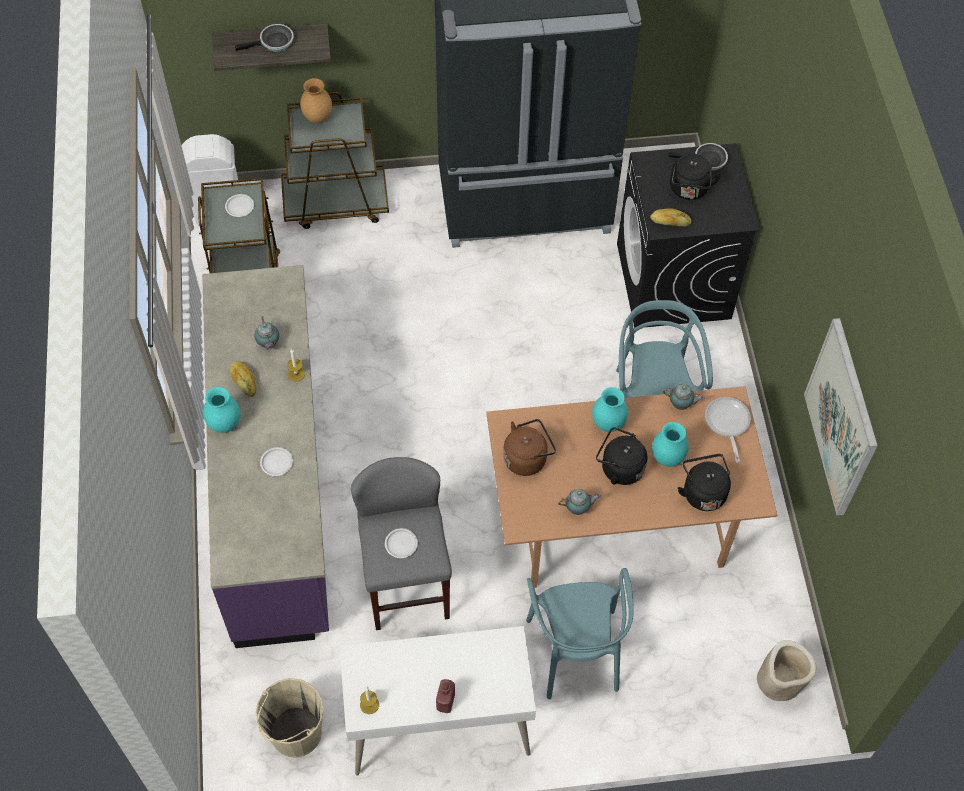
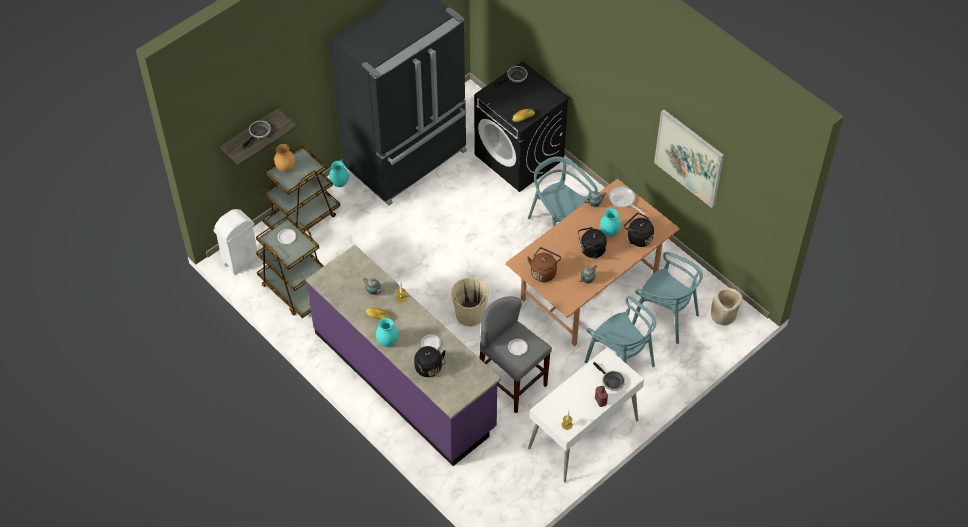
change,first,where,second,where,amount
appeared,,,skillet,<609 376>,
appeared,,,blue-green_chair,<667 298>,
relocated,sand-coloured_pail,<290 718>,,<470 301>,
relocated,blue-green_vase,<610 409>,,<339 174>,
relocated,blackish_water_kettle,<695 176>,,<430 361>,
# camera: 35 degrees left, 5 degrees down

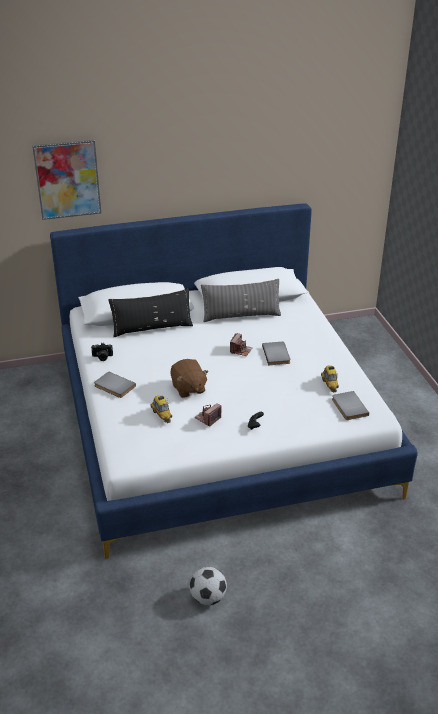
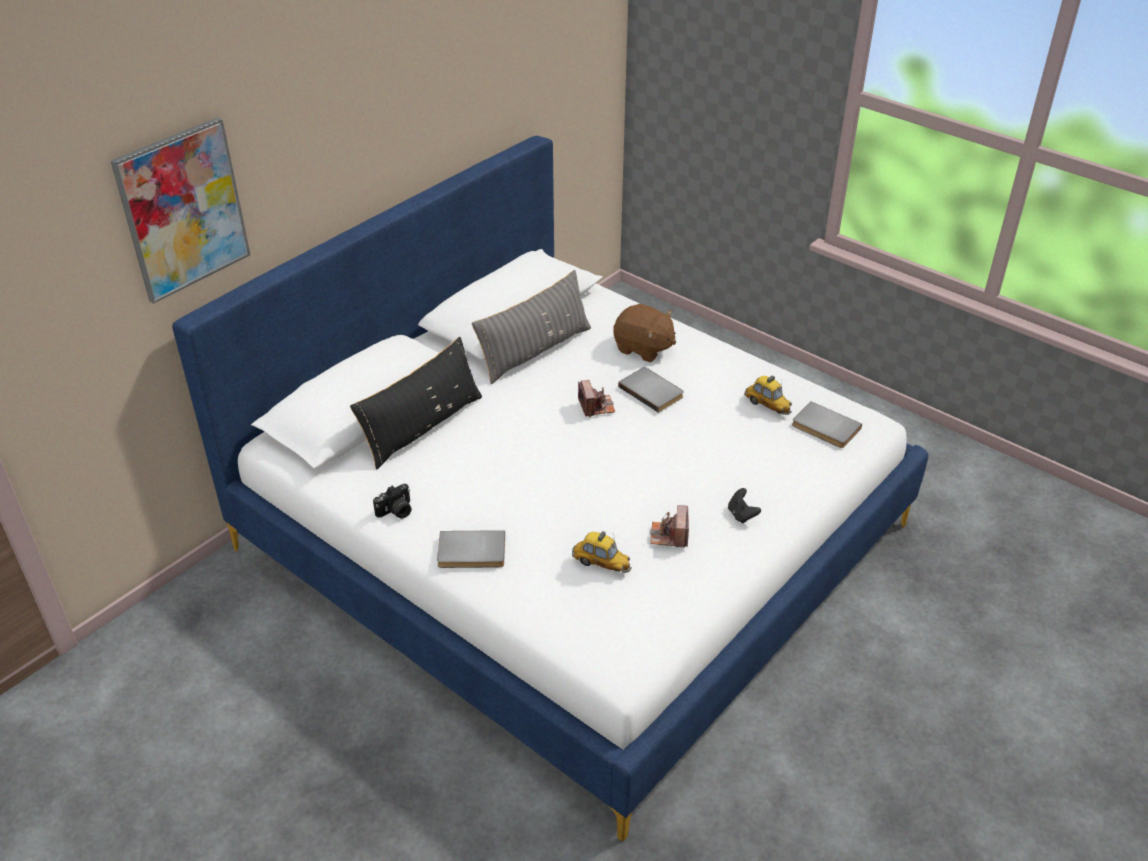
change,first,where,second,where,amount
missing,ball_for_football,<208 586>,,,
relocated,brown_cuddly_toy,<189 378>,,<644 333>,
# camera: 35 degrees left, 5 degrees up

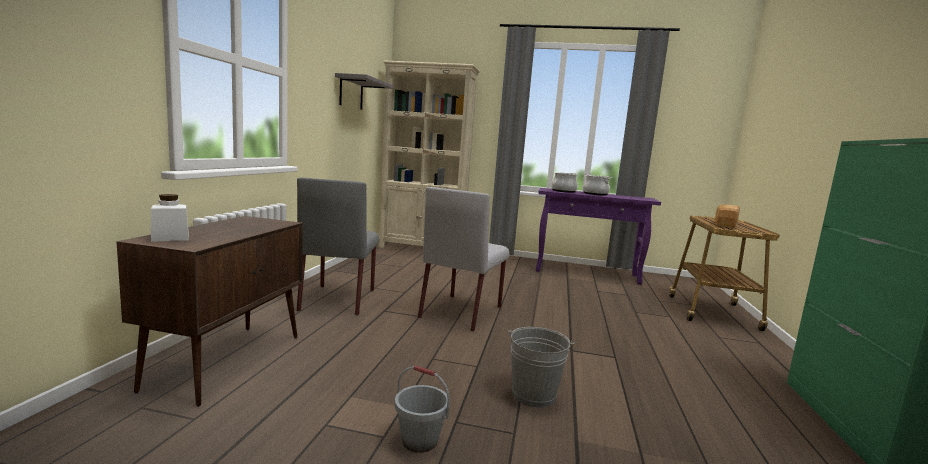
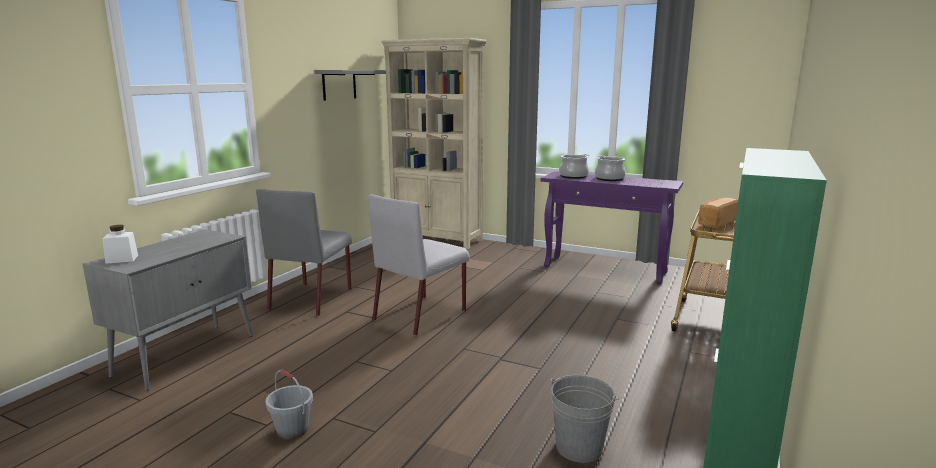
change,first,where,second,where,amount
relocated,gray_pail,<541 367>,,<585 419>,
colour,brown_cupboard,<210 311>,gray_cupboard,<167 310>,
# camera: 15 degrees right, 5 degrees up

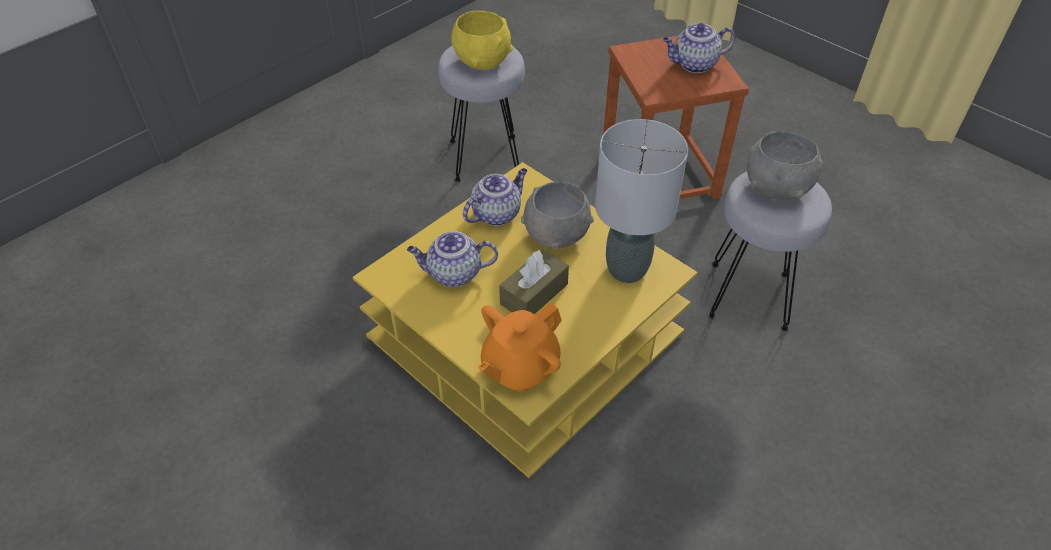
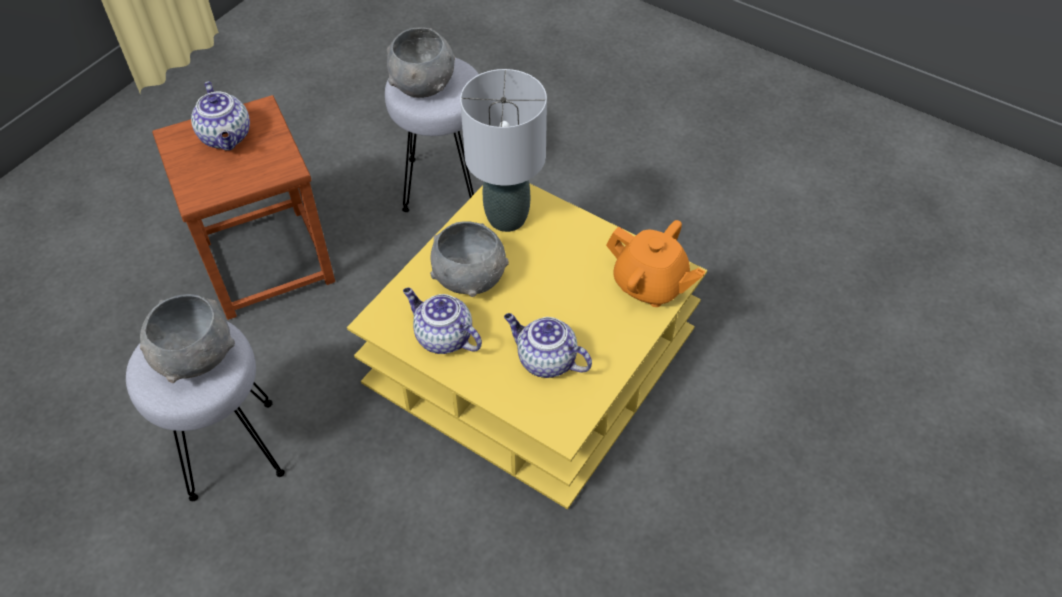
change,first,where,second,where,amount
missing,brown_box_of_tissues,<534 281>,,,
colour,yellowish_bowl,<482 40>,gray_bowl,<187 338>,
spun,pot_for_tea,<452 259>,,<548 345>,135 degrees clockwise
# camera: 100 degrees left, 5 degrees up

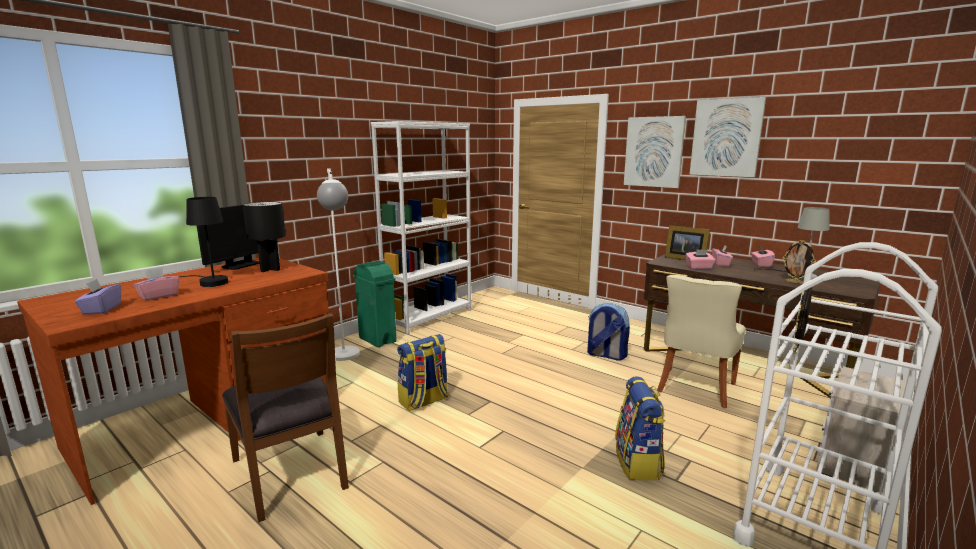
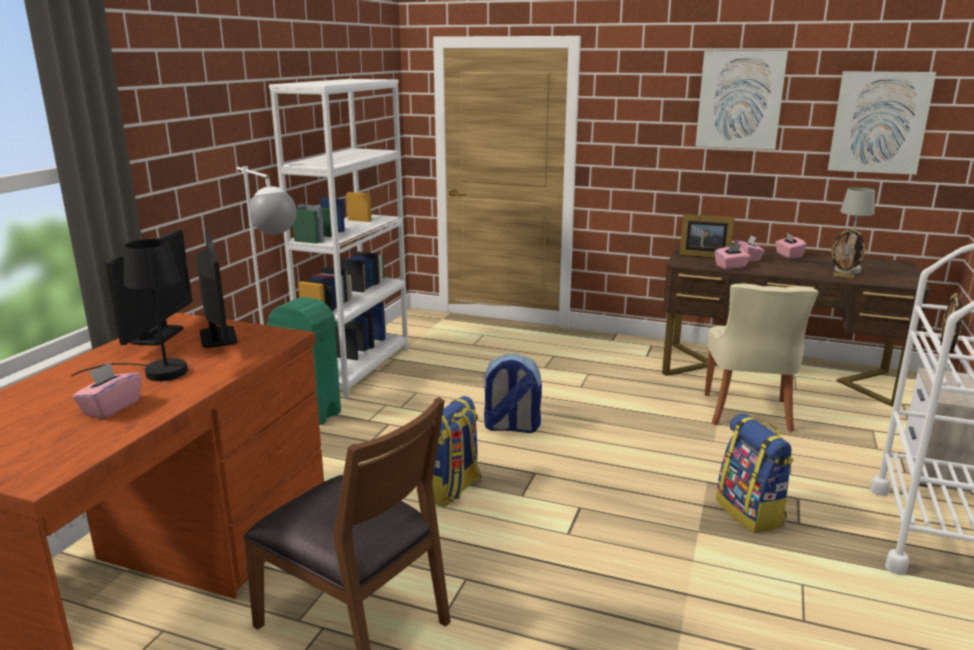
change,first,where,second,where,amount
missing,purple_box_of_tissues,<98 297>,,,
relocated,knapsack,<608 332>,,<512 393>,
relocated,wall_art,<655 152>,,<882 123>,
exchanged,blackish_lamp_for_a_table,<264 237>,computer_display,<217 289>,
# camera: 20 degrees left, 5 degrees up

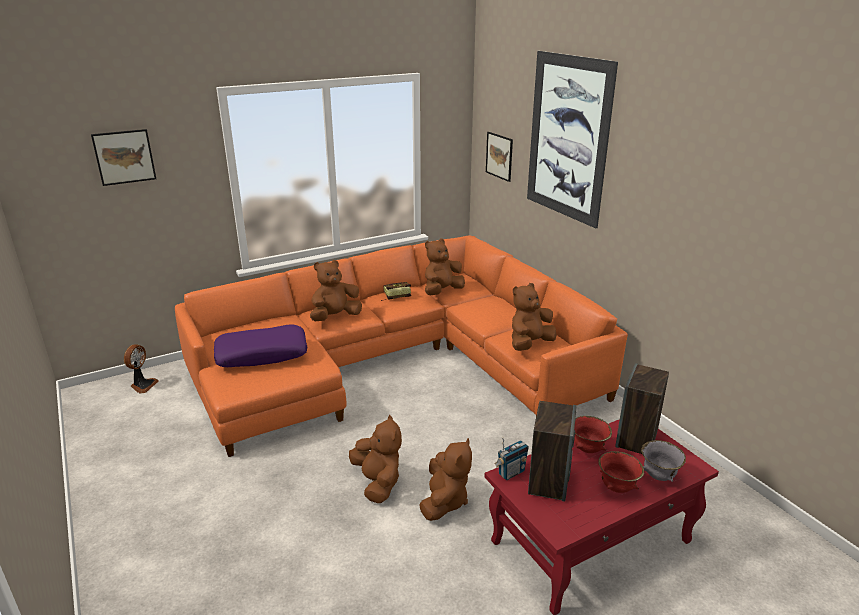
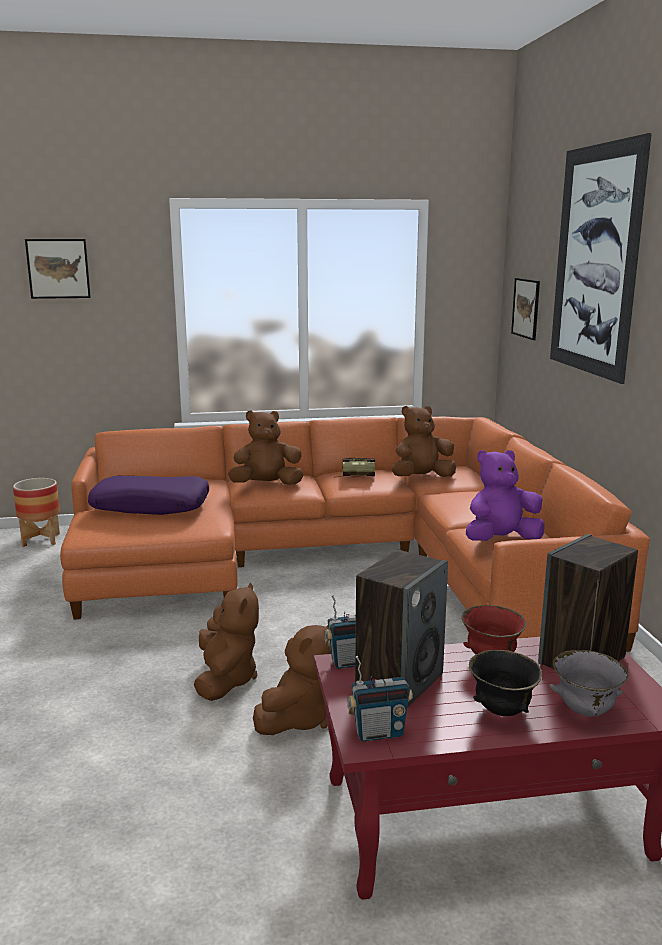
change,first,where,second,where,amount
appeared,,,radio_set,<380 699>,
exchanged,electric_fan,<141 369>,planter,<36 512>,
colour,brown_cuddly_toy,<534 317>,purple_cuddly_toy,<505 495>,
colour,red-coloured_bowl,<621 472>,blackish_bowl,<505 683>,
# camera: 20 degrees right, 10 degrees down

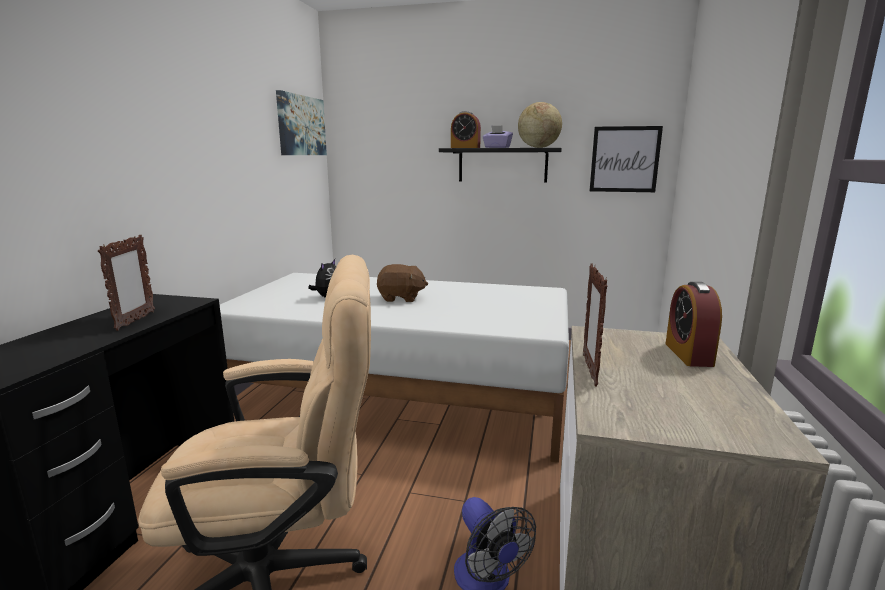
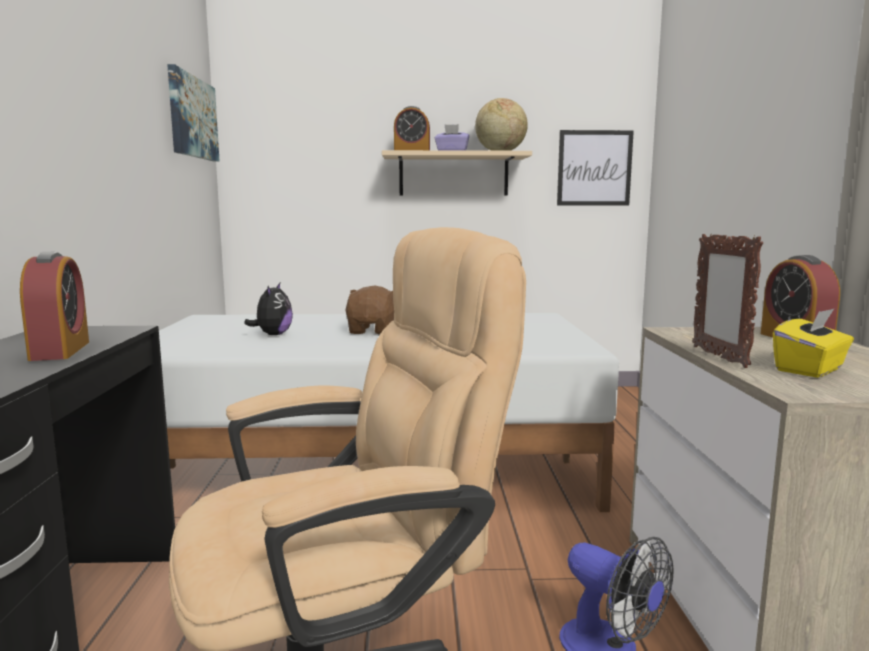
change,first,where,second,where,amount
appeared,,,yellowish_box_of_tissues,<813 343>,
exchanged,picture_frame,<126 283>,alarm_clock,<54 306>,
colour,blackish_shelf,<500 165>,sand-coloured_shelf,<457 173>,
spun,brown_cuddly_toy,<402 283>,,<369 310>,75 degrees counterclockwise
# camera: 15 degrees left, 5 degrees down

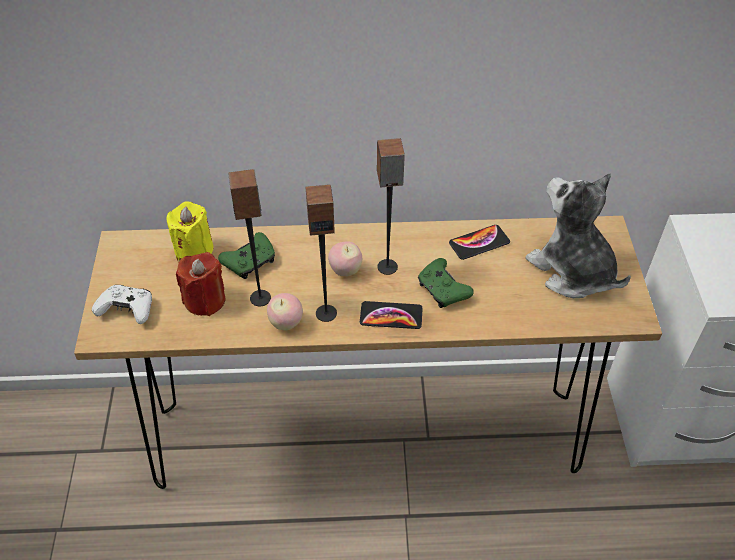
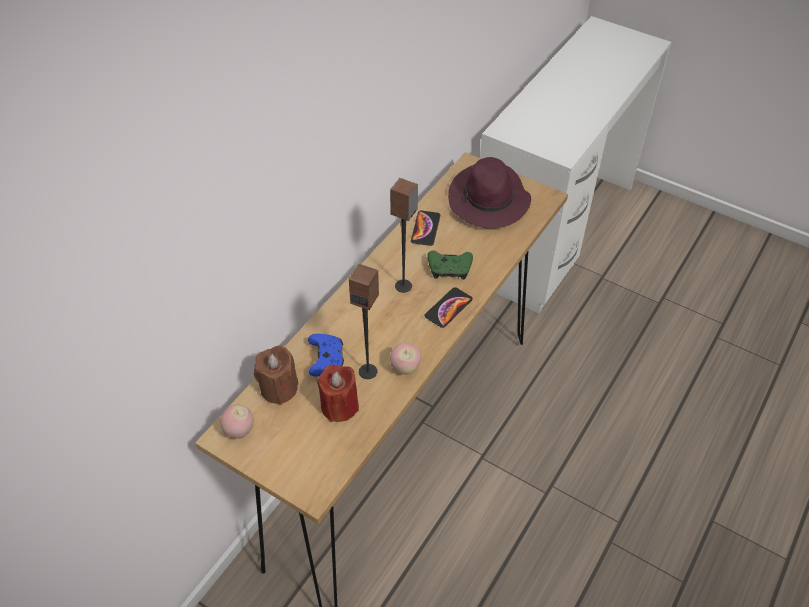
change,first,where,second,where,amount
missing,white_joypad,<122 304>,,,
missing,speaker,<321 253>,,,
relocated,whole_apple,<345 258>,,<237 421>,
exchanged,cuddly_toy,<578 235>,purple_hat,<489 192>,
colour,yellowish_wax_light,<190 230>,brown_wax_light,<276 375>,
colour,green_joypad,<246 255>,bluish_joypad,<326 355>,
# camera: 55 degrees left, 0 degrees up

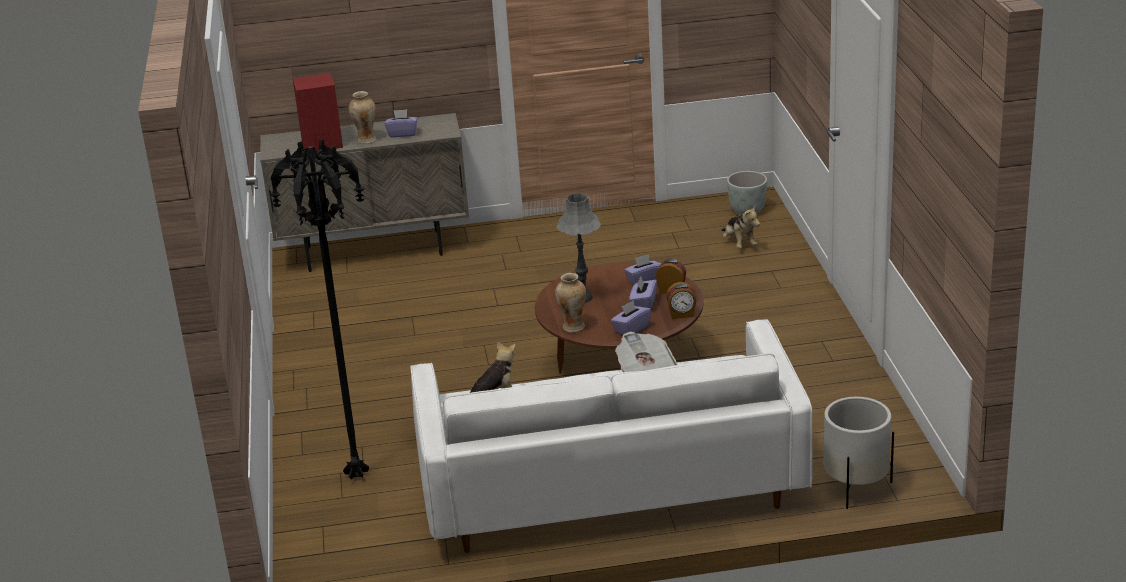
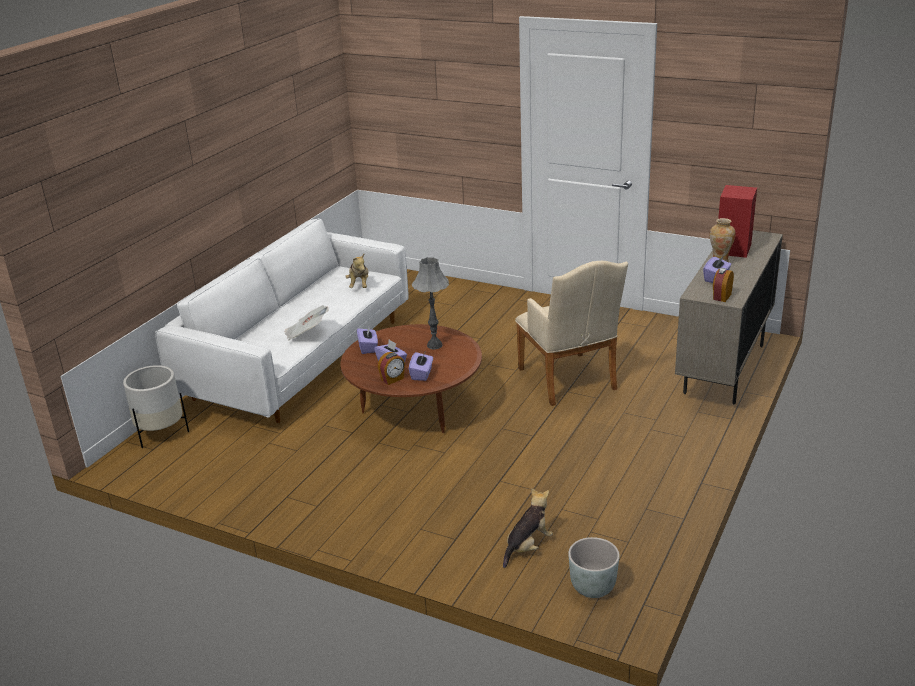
change,first,where,second,where,amount
missing,blackish_standing_lamp,<319 309>,,,
missing,vase,<570 303>,,,
appeared,,,sand-coloured_lounge_chair,<571 333>,
relocated,alarm_clock,<681 300>,,<723 285>,
spun,cuddly_toy,<741 226>,,<528 528>,120 degrees clockwise
# camera: 125 degrees right, 0 degrees up

